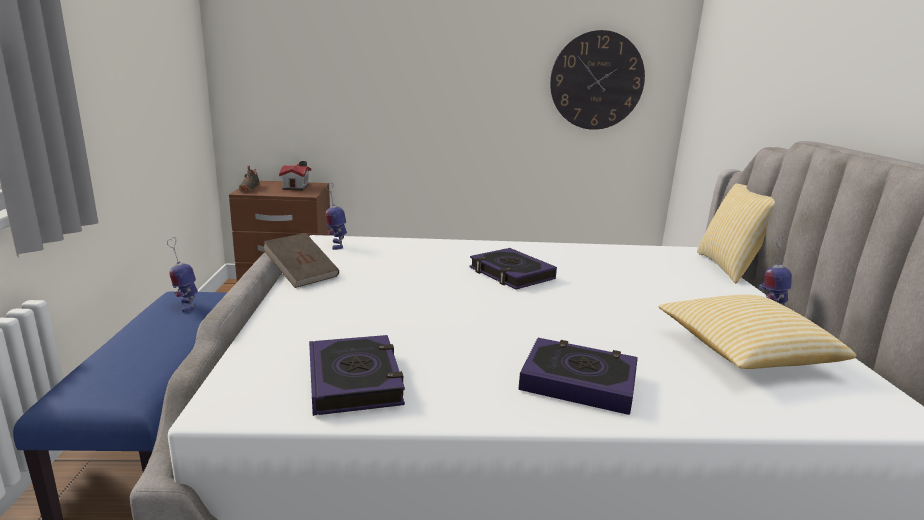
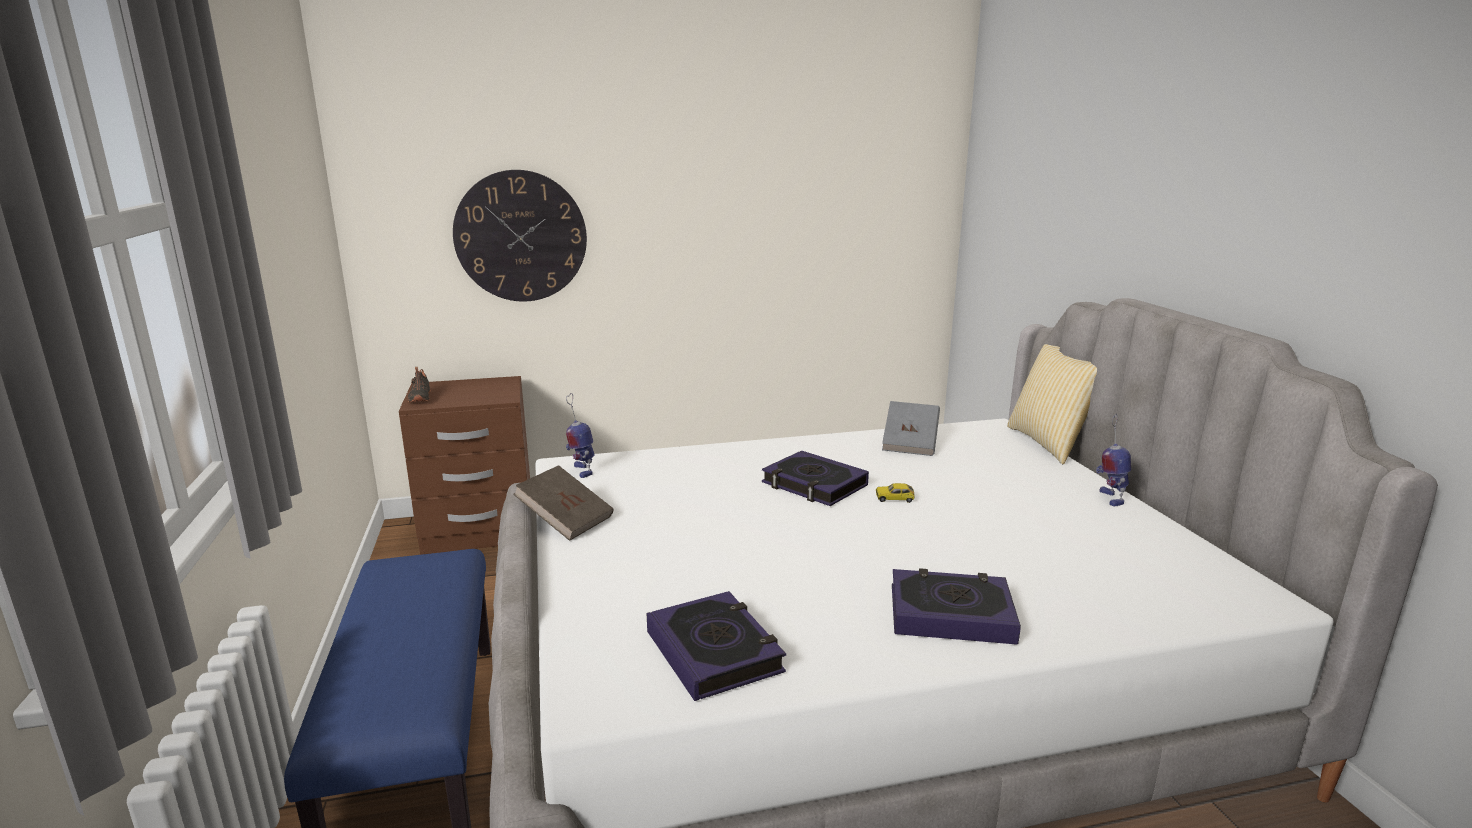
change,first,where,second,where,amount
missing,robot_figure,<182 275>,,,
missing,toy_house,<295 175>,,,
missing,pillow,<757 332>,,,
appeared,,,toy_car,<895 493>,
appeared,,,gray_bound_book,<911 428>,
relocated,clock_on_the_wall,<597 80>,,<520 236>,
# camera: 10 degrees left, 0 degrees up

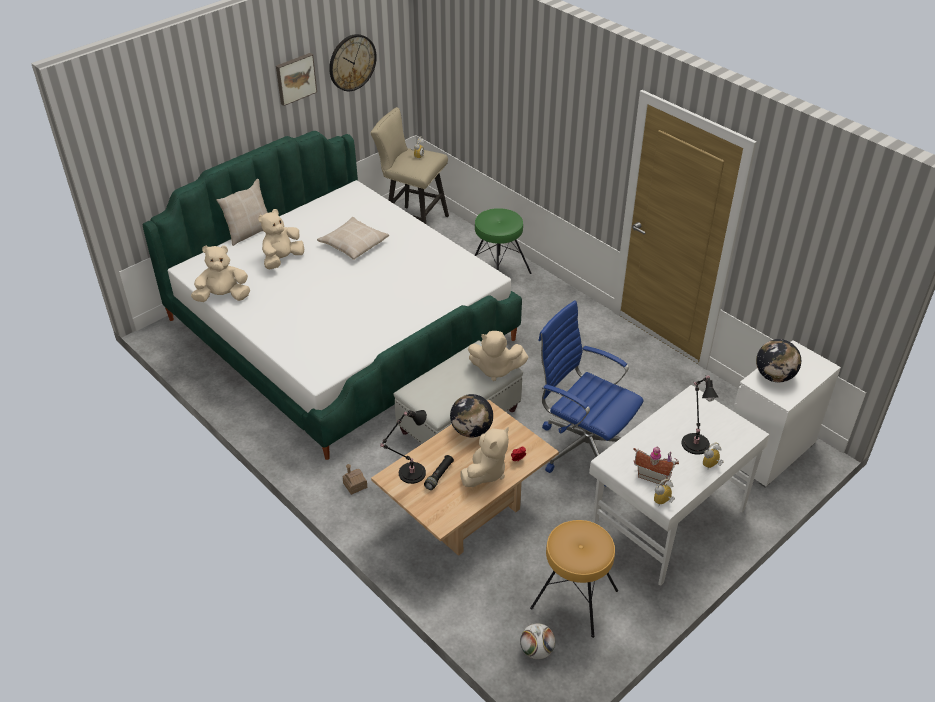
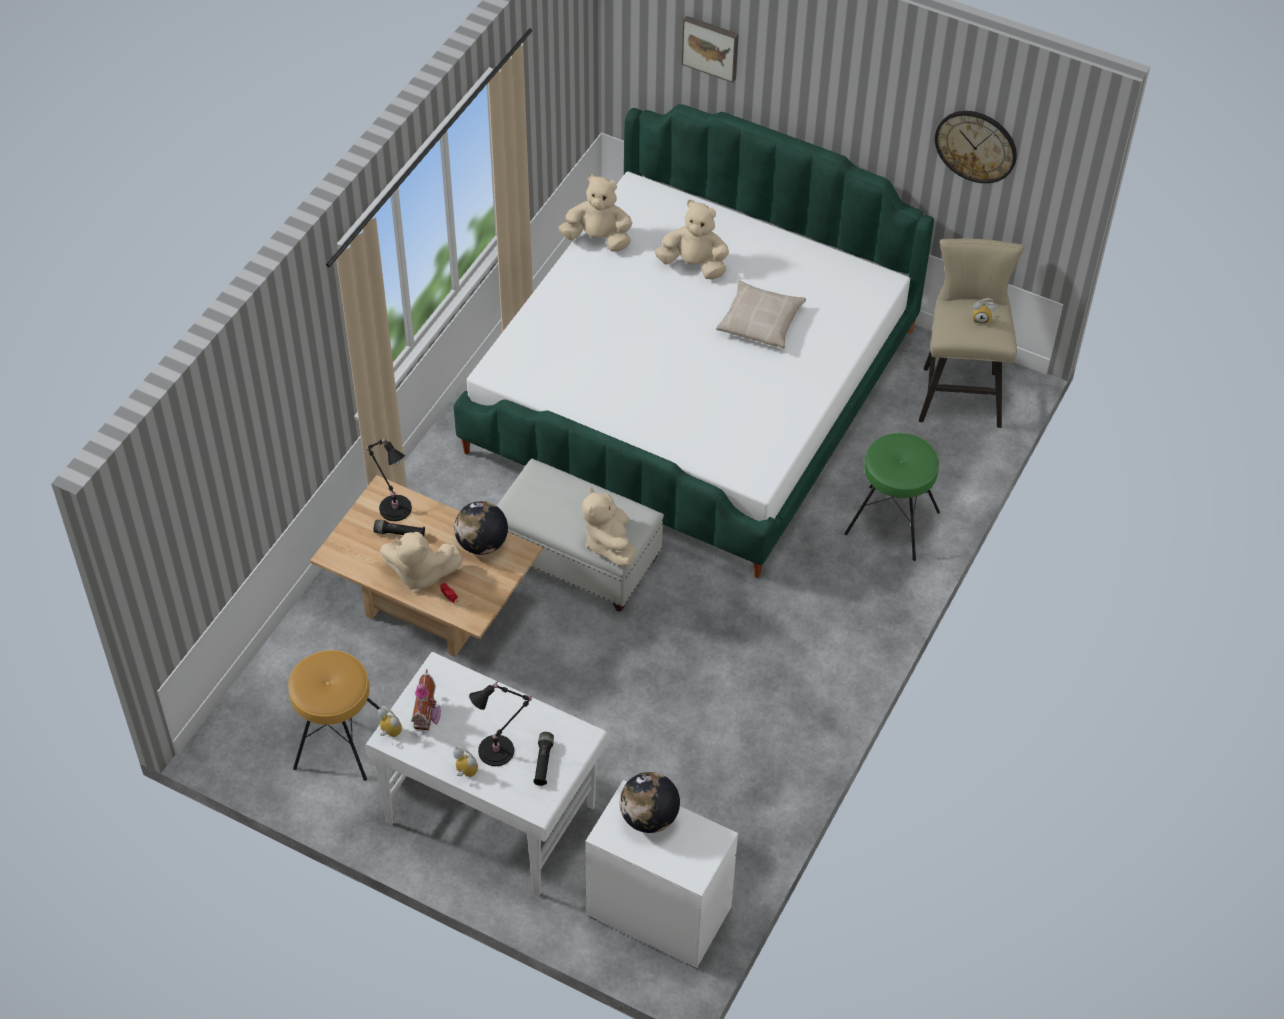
change,first,where,second,where,amount
missing,sand-coloured_pillow,<242 212>,,,
missing,toy_house,<354 479>,,,
missing,ball_for_football,<537 641>,,,
missing,bluish_office_chair,<591 394>,,,
appeared,,,blackish_torch,<543 759>,
relocated,wall_art,<296 79>,,<710 49>,
spun,sand-coloured_cuddly_toy,<220 273>,,<595 213>,45 degrees counterclockwise
# camera: 70 degrees right, 10 degrees up

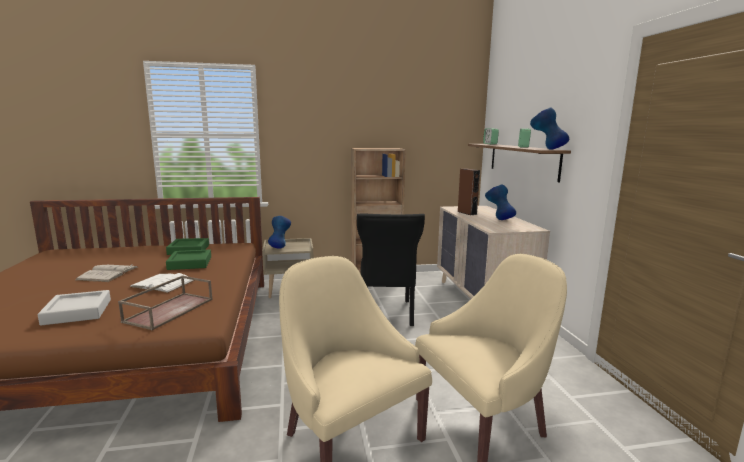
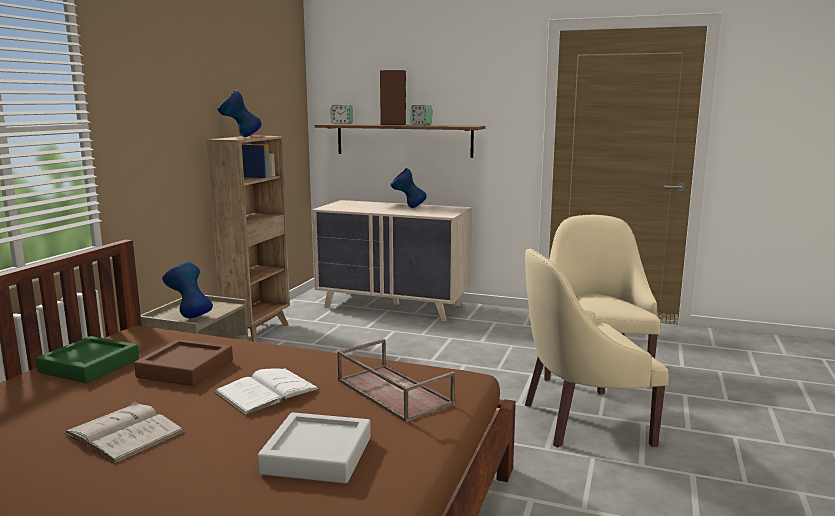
change,first,where,second,where,amount
missing,blackish_chair,<391 270>,,,
relocated,brown_speaker,<469 191>,,<393 97>,
relocated,bluish_vase,<549 128>,,<239 113>,
colour,green_carrying_tray,<188 259>,brown_carrying_tray,<183 362>,
# camera: 60 degrees left, 0 degrees up

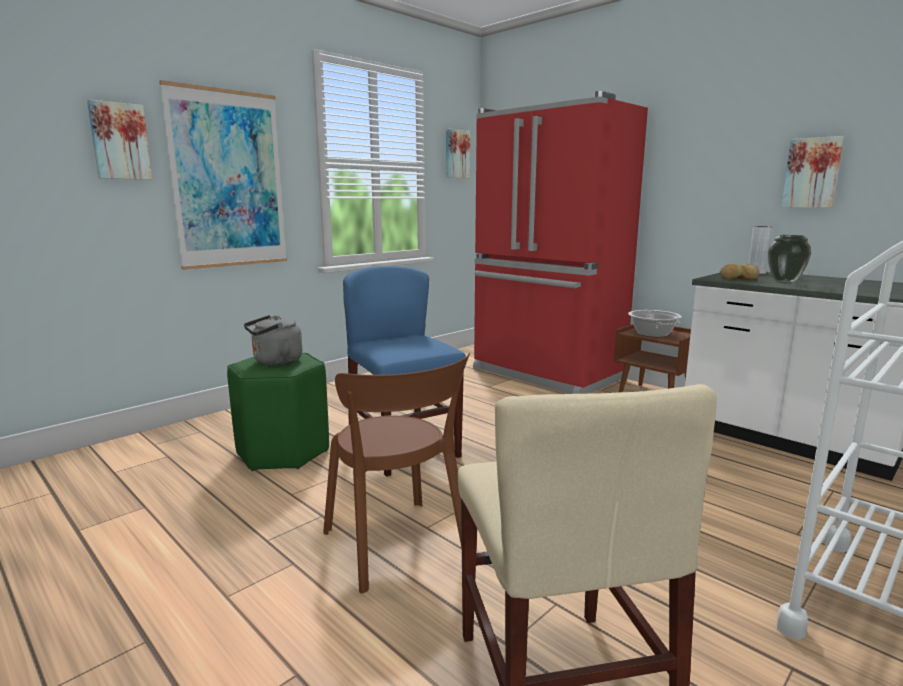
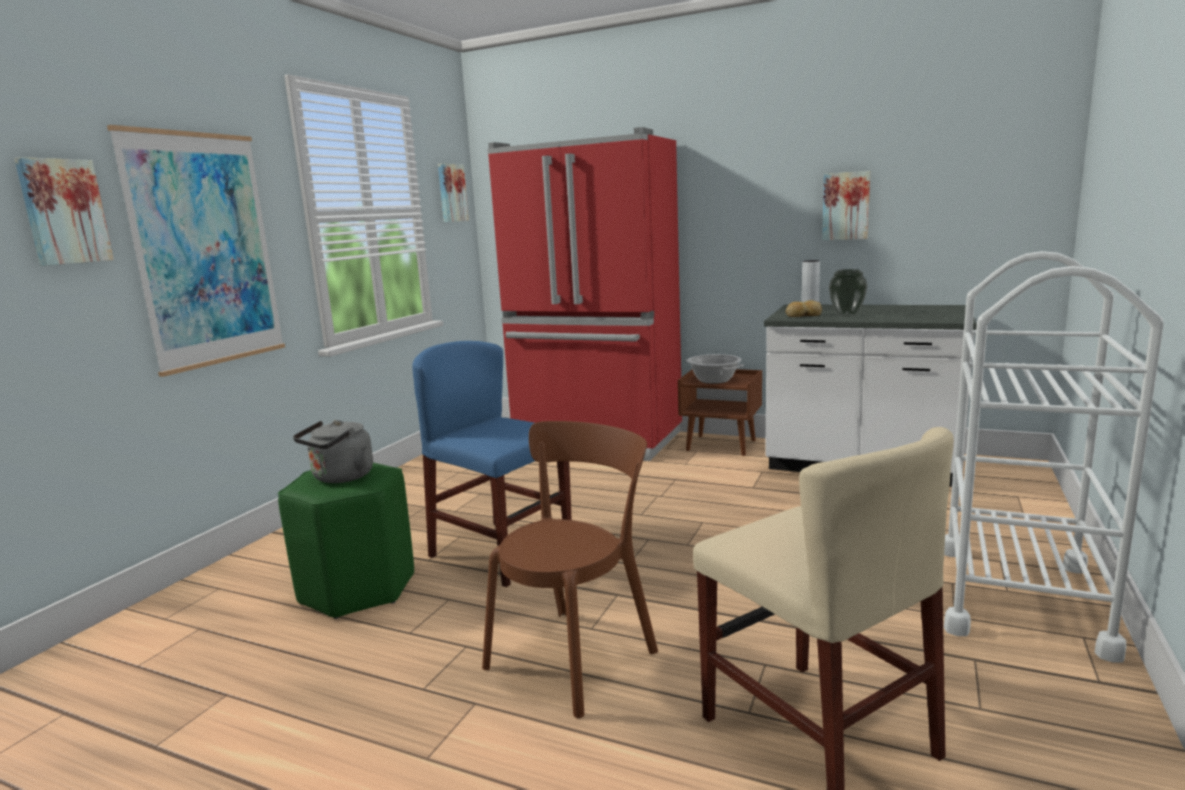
change,first,where,second,where,amount
spun,brown_chair,<396 473>,,<570 569>,90 degrees counterclockwise
# camera: 20 degrees left, 0 degrees up

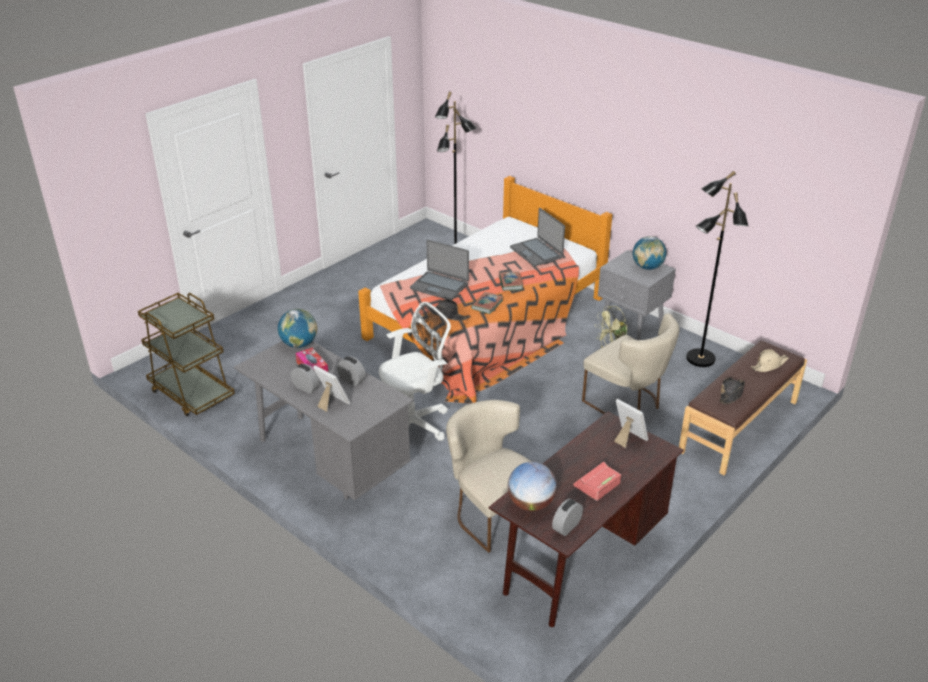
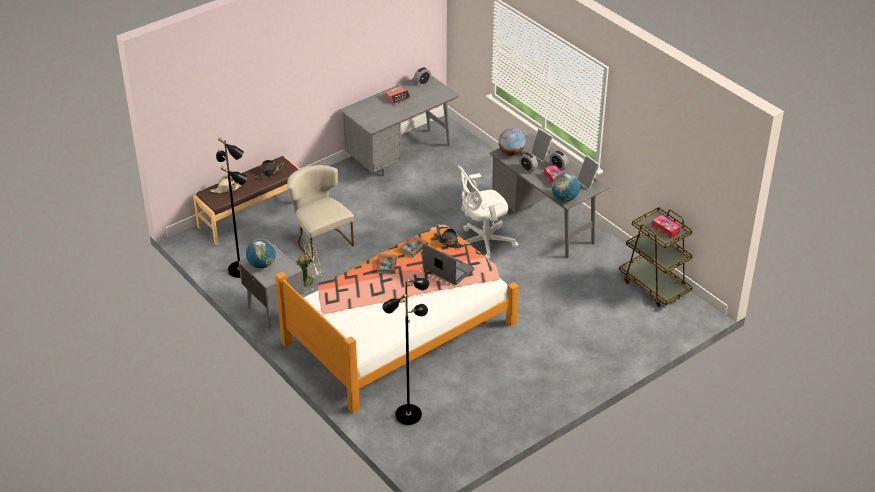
change,first,where,second,where,amount
missing,sand-coloured_chair,<489 476>,,,
missing,laptop,<537 237>,,,
appeared,,,box_of_tissues,<666 227>,
relocated,globe,<532 486>,,<512 142>,
relocated,picture_frame,<631 423>,,<588 172>,
colour,brown_desk_table,<586 519>,gray_desk_table,<399 125>,
# camera: 170 degrees left, 5 degrees up

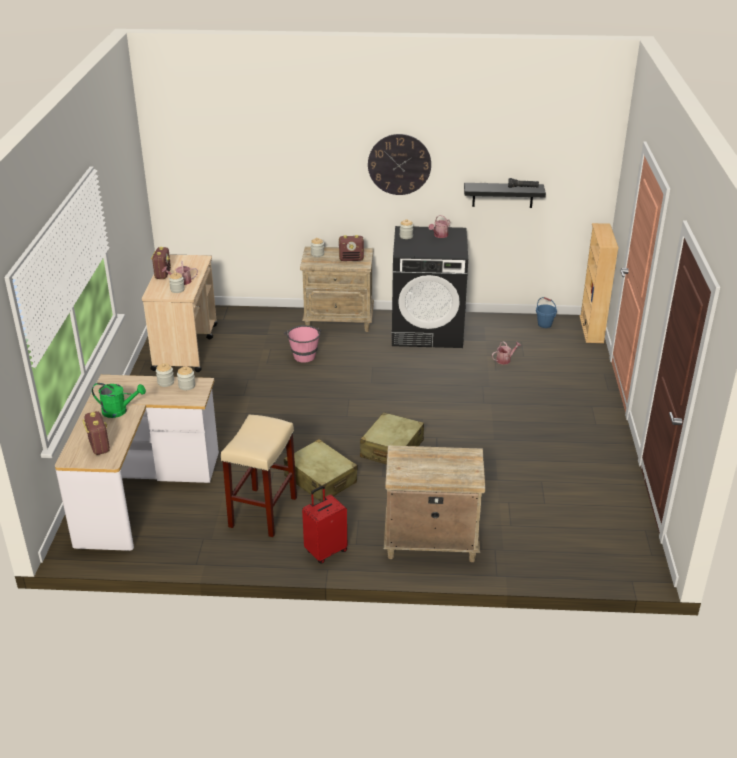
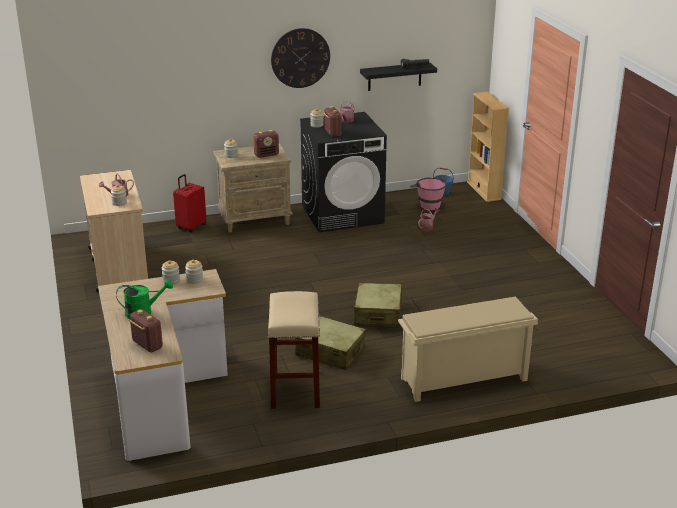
change,first,where,second,where,amount
relocated,radio_set,<161 263>,,<332 121>,
relocated,pink_pail,<302 344>,,<428 193>,
relocated,red-coloured_piece_of_luggage,<324 524>,,<189 203>,
exchanged,sand-coloured_night_table,<435 503>,sand-coloured_shoe_shelf,<468 349>,
# camera: 20 degrees left, 5 degrees down

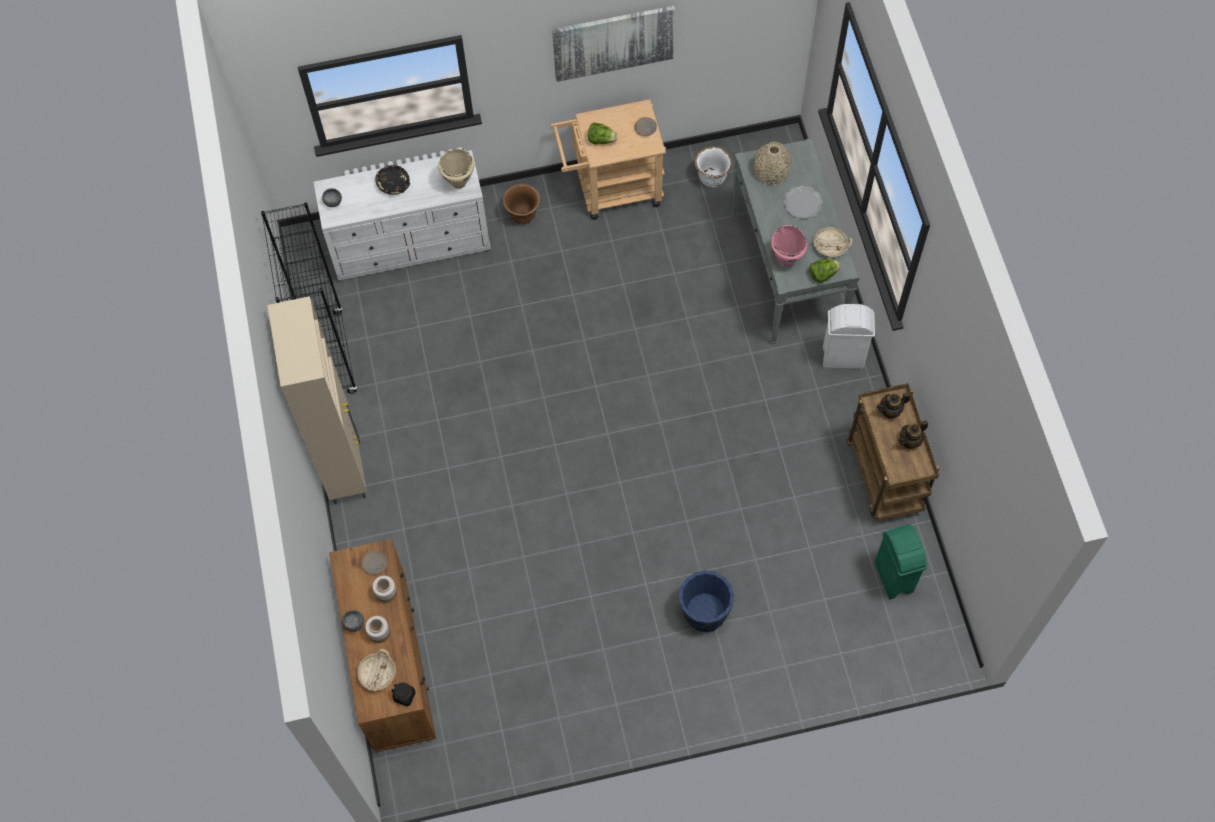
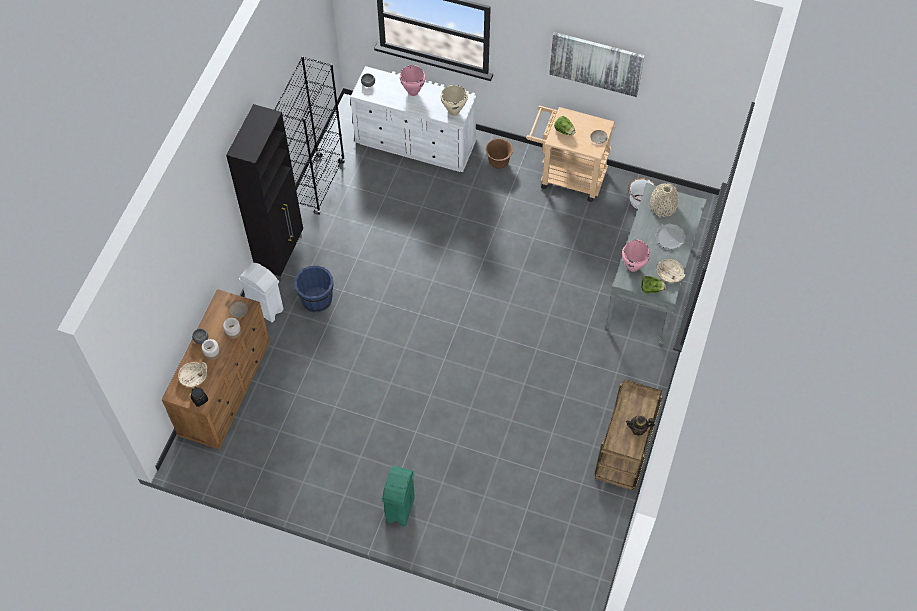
change,first,where,second,where,amount
missing,pot_for_tea,<893 405>,,,
relocated,bluish_pail,<706 601>,,<313 288>,
relocated,white_rubbish_bin,<849 336>,,<261 292>,
relocated,green_rubbish_bin,<901 562>,,<398 496>,
exchanged,blackish_bowl,<392 180>,pink_cooking_pot,<413 80>,
colour,sand-coloured_cupboard,<317 400>,blackish_cupboard,<264 192>,
# camera: 30 degrees right, 5 degrees down

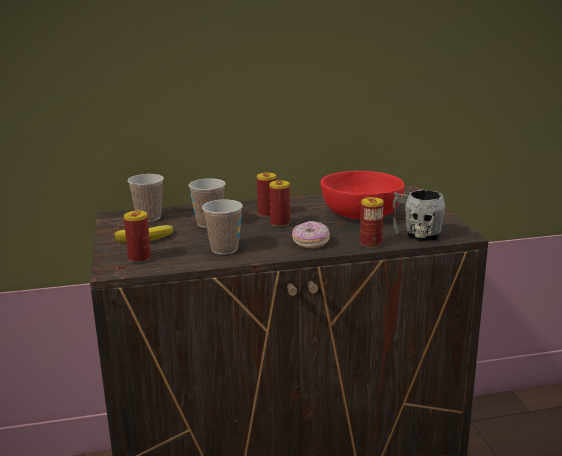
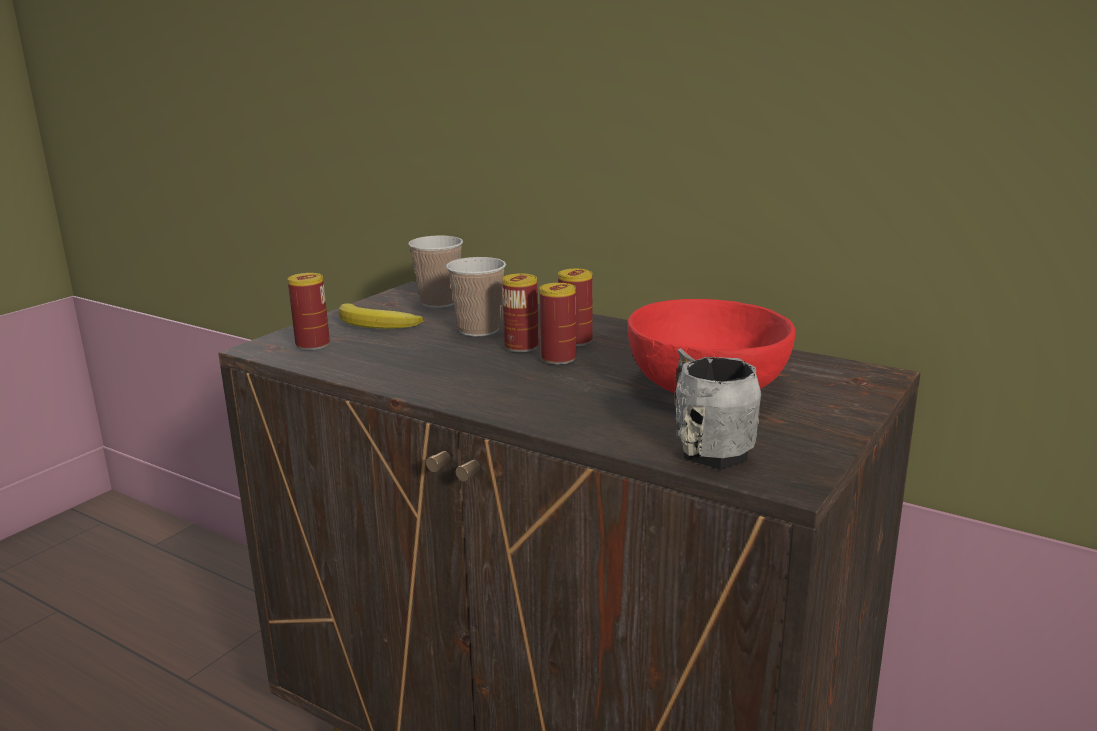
change,first,where,second,where,amount
missing,cup,<222 227>,,,
missing,donut,<311 234>,,,
relocated,sealed_can,<372 222>,,<520 312>,
# camera: 45 degrees right, 0 degrees up

